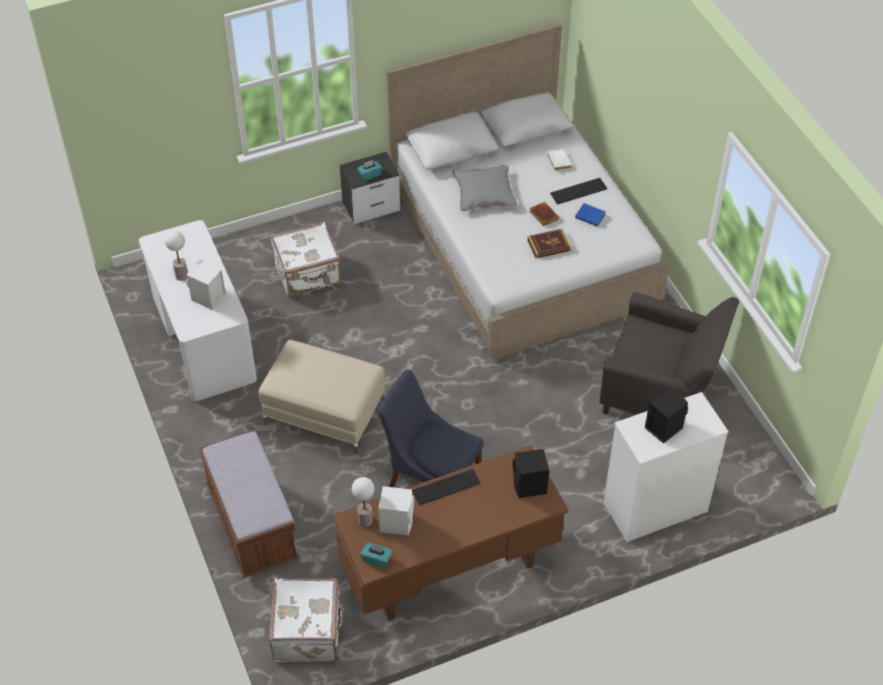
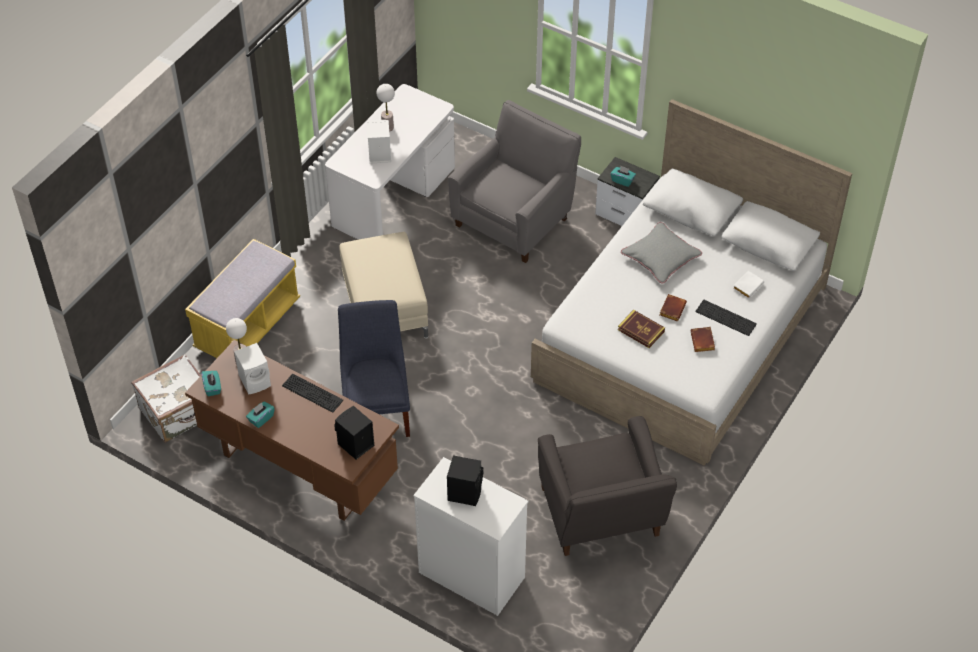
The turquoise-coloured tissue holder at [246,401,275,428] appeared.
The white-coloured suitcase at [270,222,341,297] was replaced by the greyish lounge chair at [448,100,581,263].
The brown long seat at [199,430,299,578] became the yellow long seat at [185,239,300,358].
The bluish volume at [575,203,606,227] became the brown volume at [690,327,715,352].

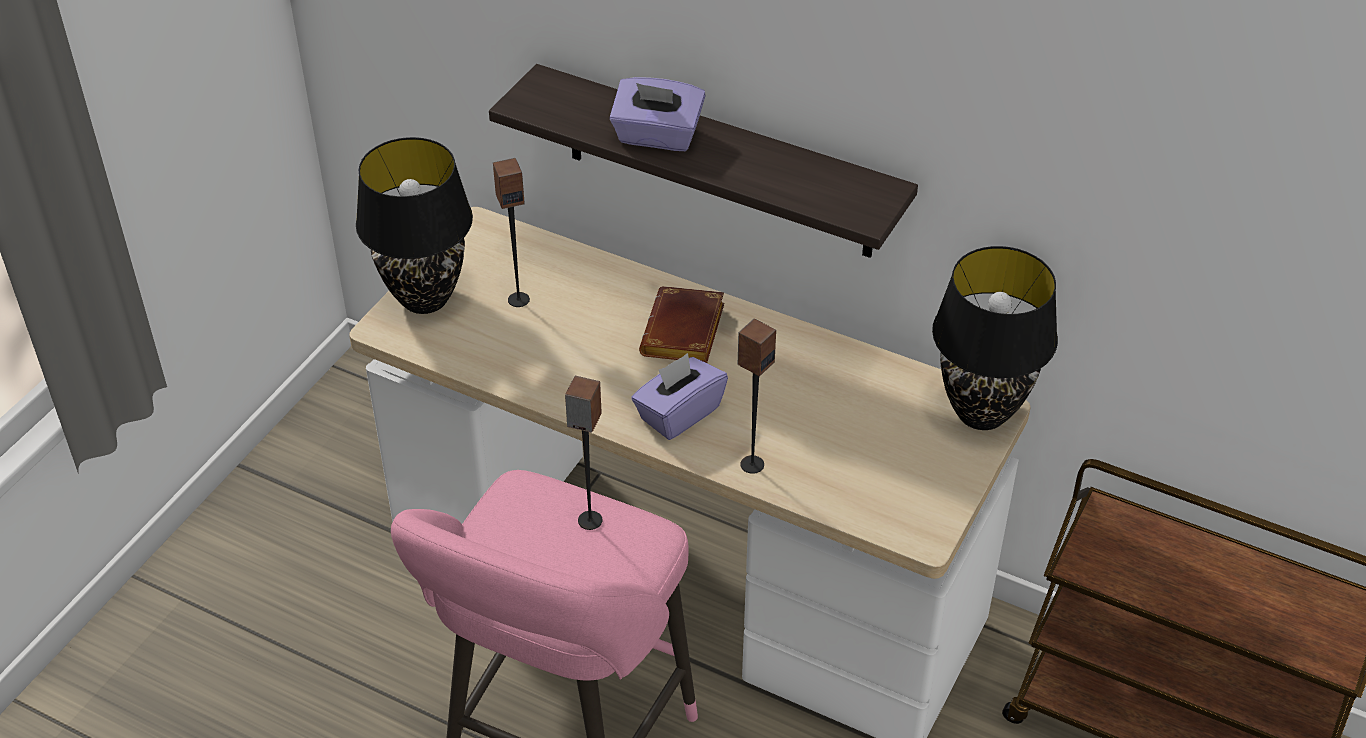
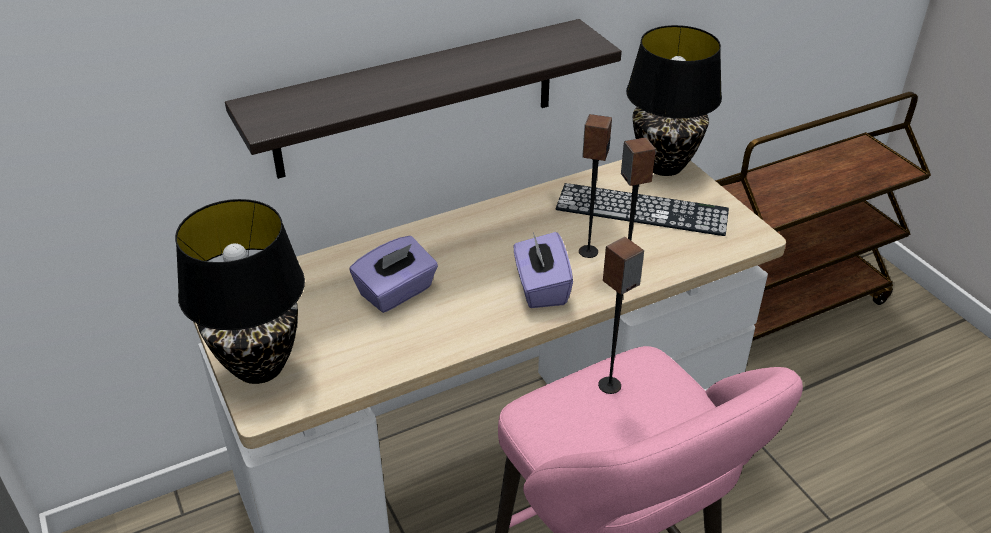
The brown volume at [639,286,724,363] disappeared.
The PC keyboard at [555,183,729,236] appeared.
The audio speaker moved from [493,158,530,307] to [579,114,612,258].
The purple tissue holder moved from [610,77,706,151] to [349,236,438,313].

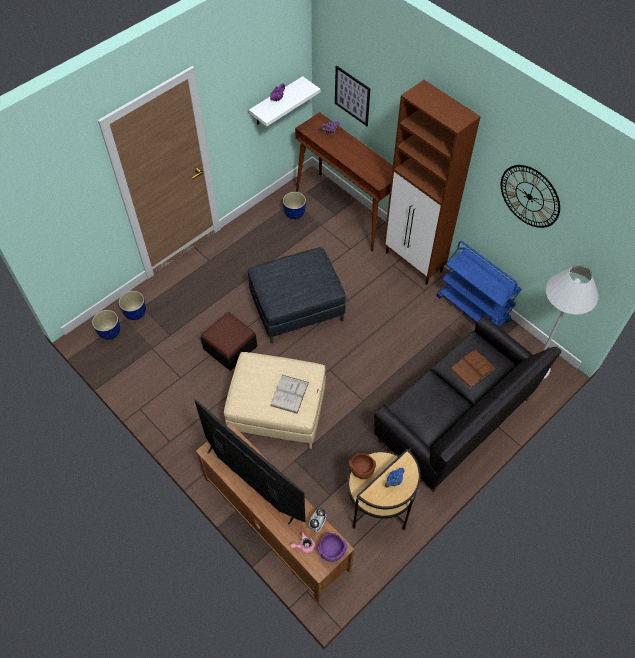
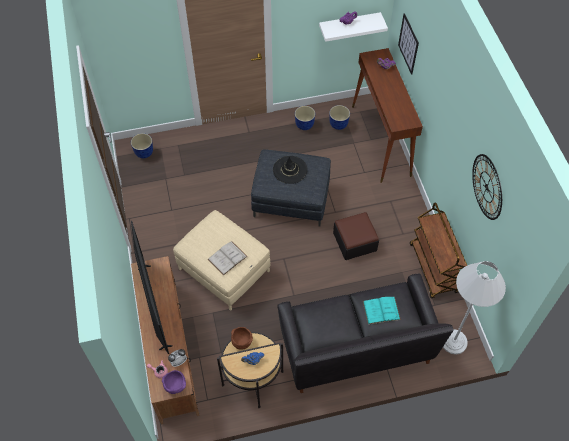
The brown storage cabinet at [384,80,481,285] disappeared.
The black wearable hat at [273,156,308,184] appeared.
The planter moved from [119,291,146,320] to [295,106,315,130].
The pouffe moved from [201,312,257,371] to [333,212,379,260].
The bluish trolley at [437,241,522,327] became the brown trolley at [410,202,467,299].
The brown volume at [450,349,495,388] became the turquoise-coloured volume at [363,297,401,324].

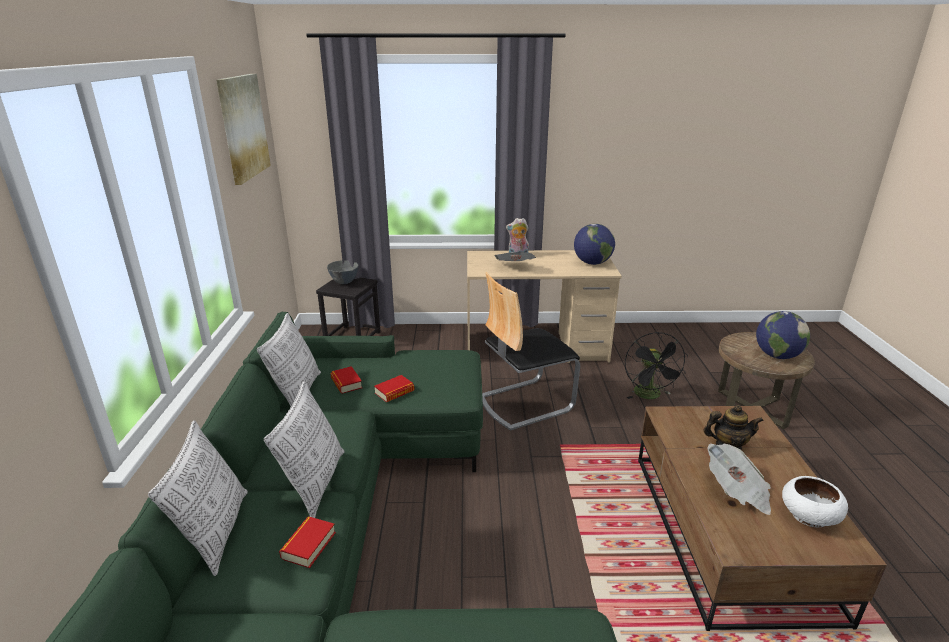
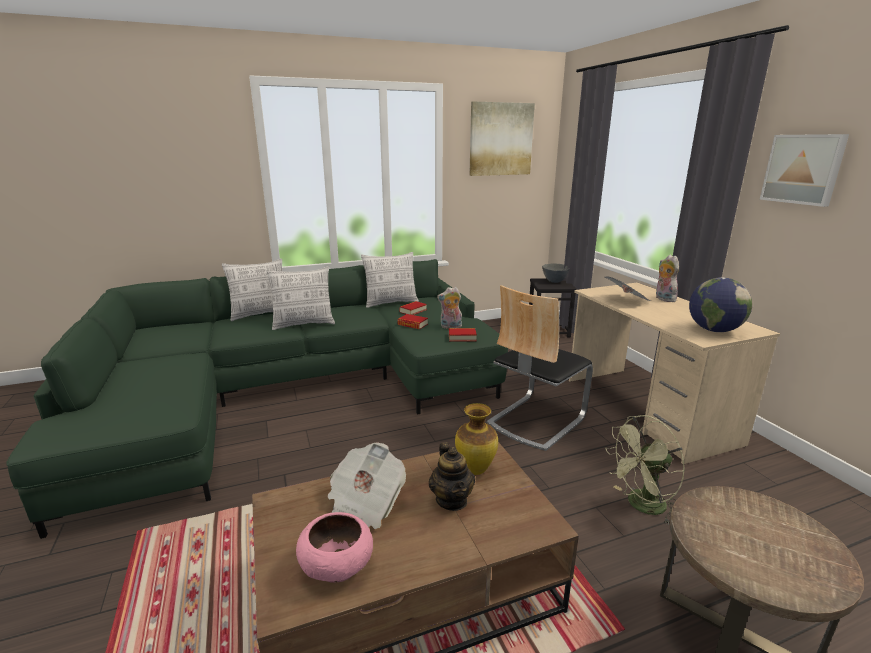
The globe at [756,311,810,359] disappeared.
The cuddly toy at [437,287,462,329] appeared.
The decorative vase at [455,403,498,475] appeared.
The wall art at [760,134,849,207] appeared.
The volume moved from [279,516,336,568] to [449,328,477,342].
The black fan at [625,332,688,399] became the green-coloured fan at [605,415,685,525].
The white-coloured serving bowl at [782,476,848,527] became the pink serving bowl at [296,512,373,583].
The upright chair at [482,272,580,431] turned 90 degrees counterclockwise.

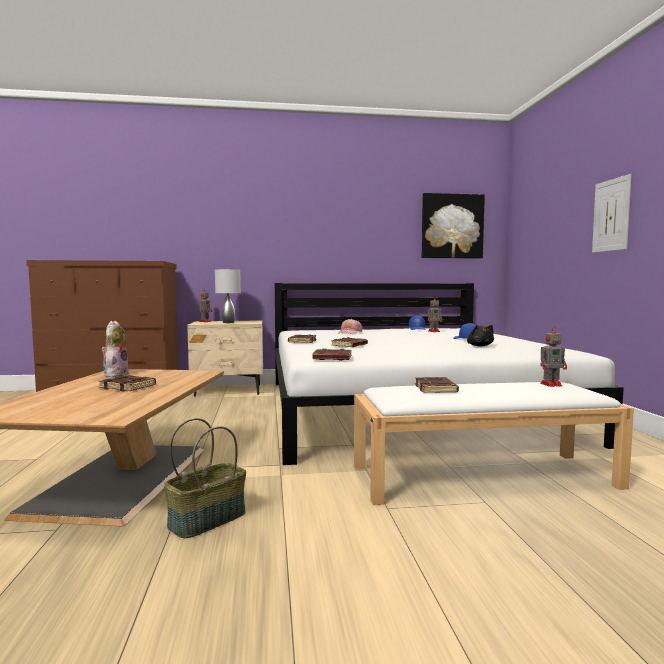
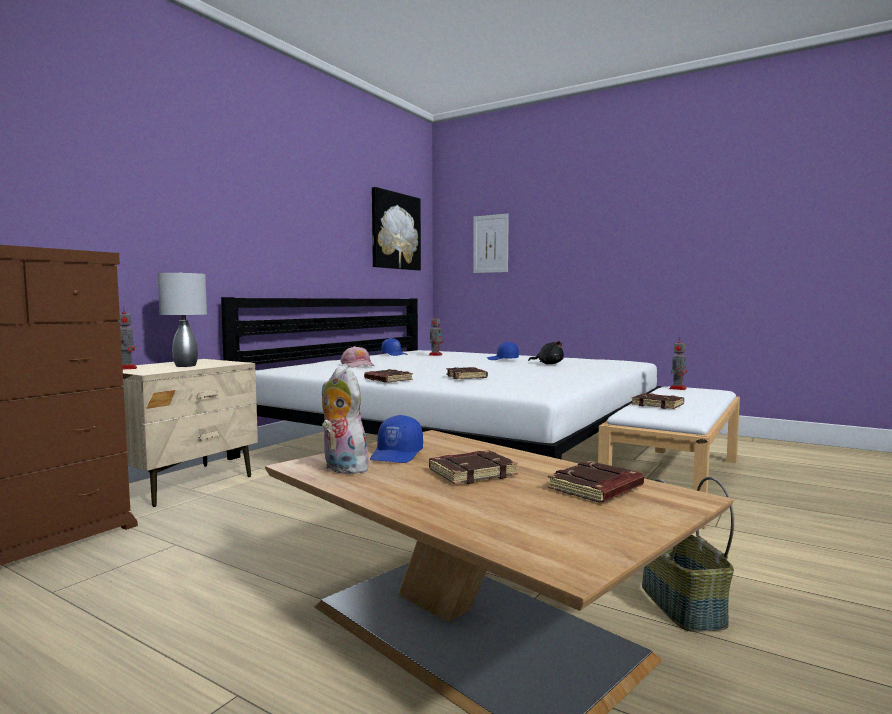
The bluish cap at [370,415,423,463] appeared.
The brown volume moved from [313,348,352,360] to [548,461,644,503].
The wall art moved from [592,174,631,253] to [473,214,509,273].

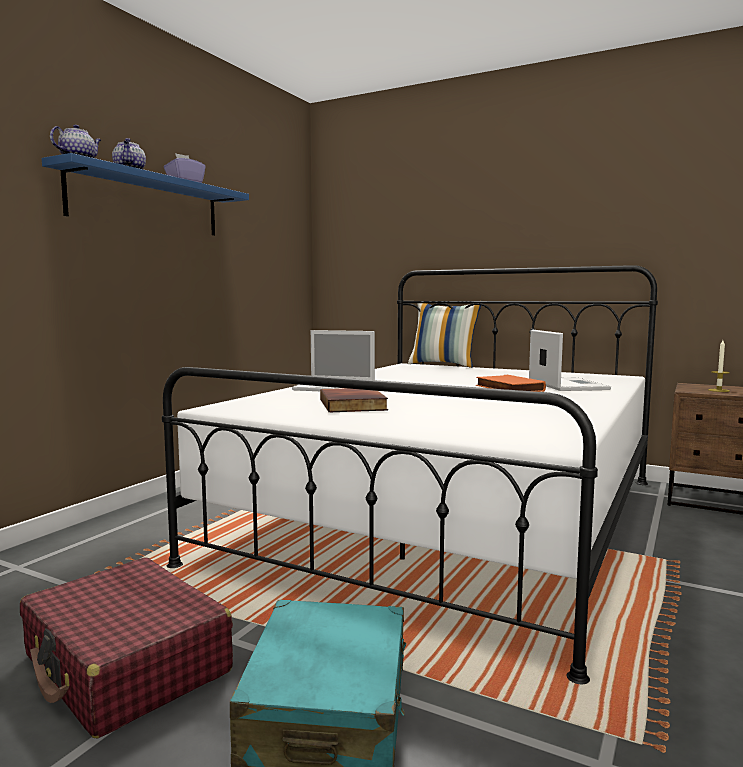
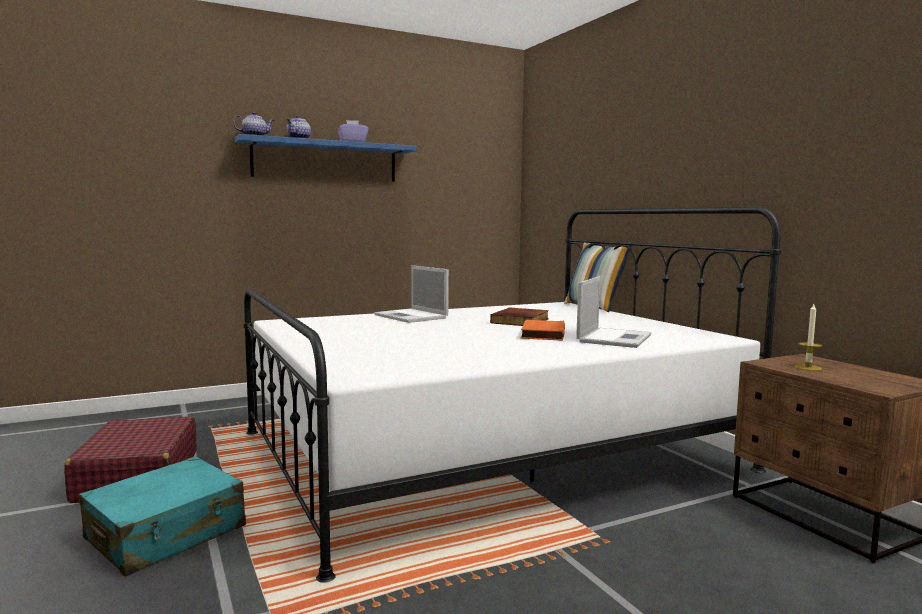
The volume moved from [320,388,388,412] to [490,308,549,326].

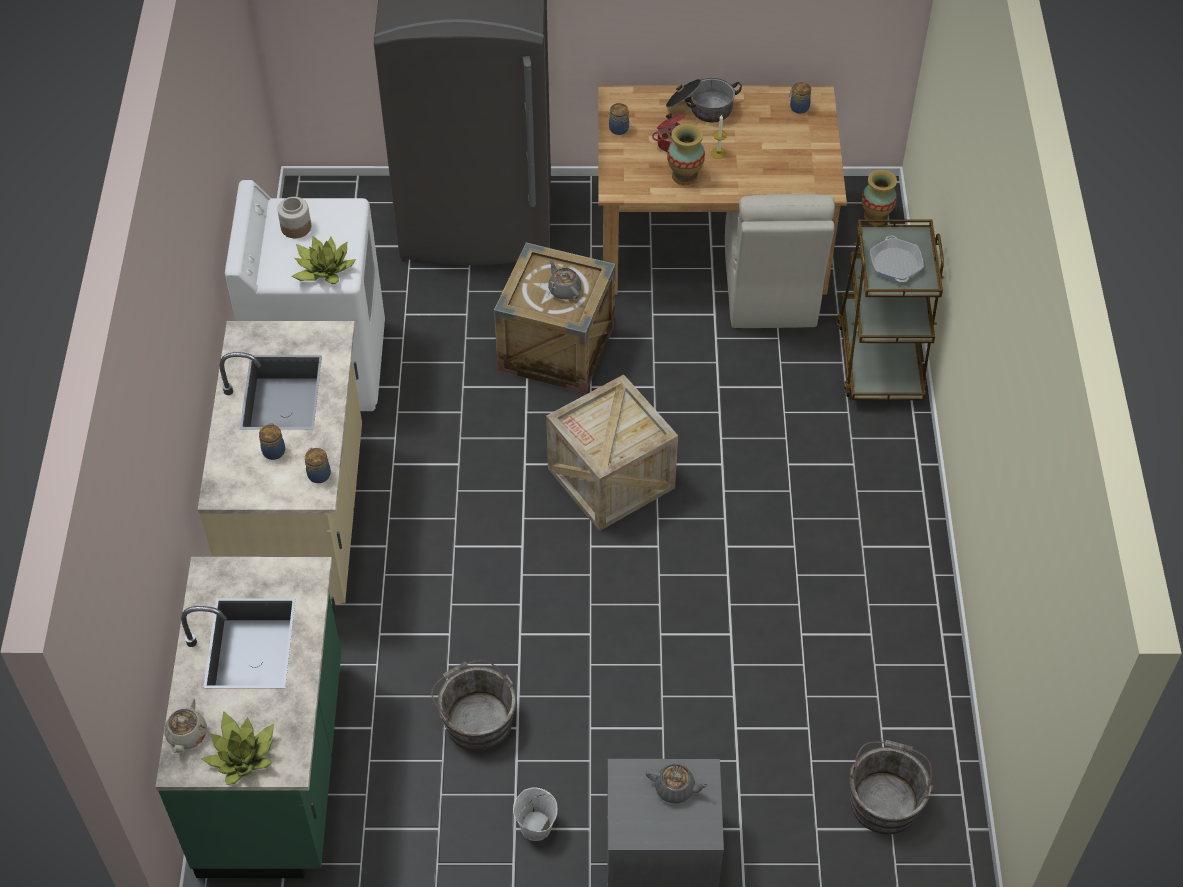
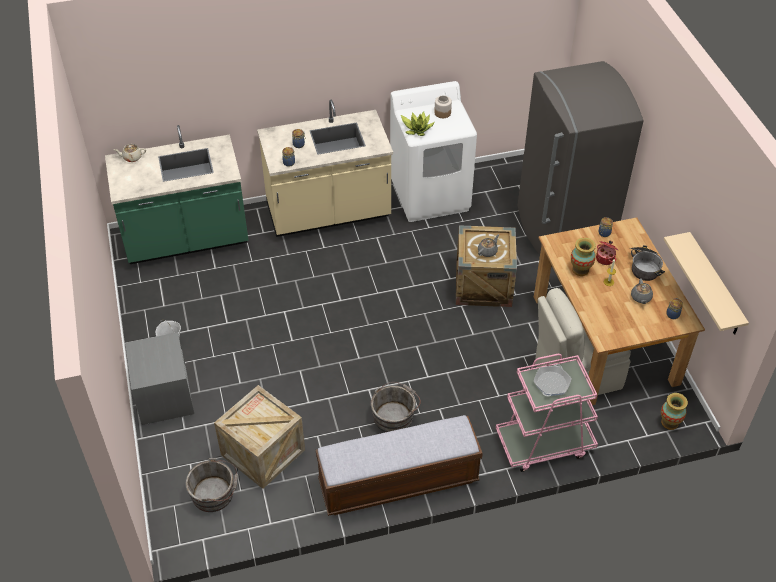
The houseplant at [201,711,274,785] disappeared.
The long seat at [316,415,483,516] appeared.
The beige-coloured wall shelf at [664,232,749,335] appeared.
The greyish bucket moved from [431,660,516,751] to [371,382,421,432].
The shipping crate moved from [546,374,678,531] to [214,385,305,489].
The greyish teapot moved from [646,764,709,804] to [631,278,653,304].
The brown trolley at [837,219,944,400] became the pink trolley at [496,354,598,472].
The frying pan at [870,235,924,282] turned 45 degrees counterclockwise.

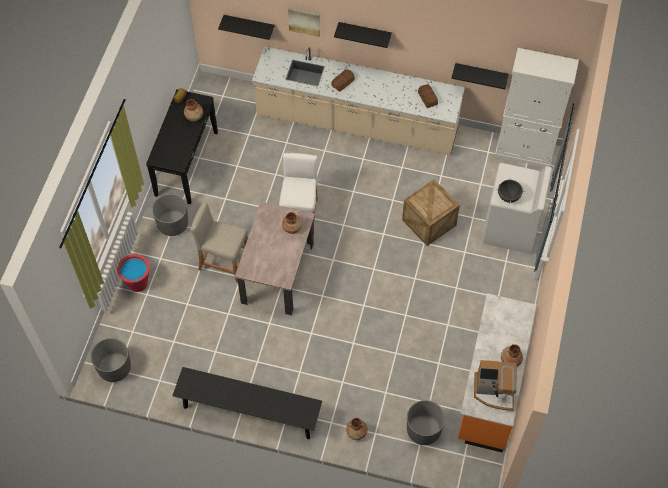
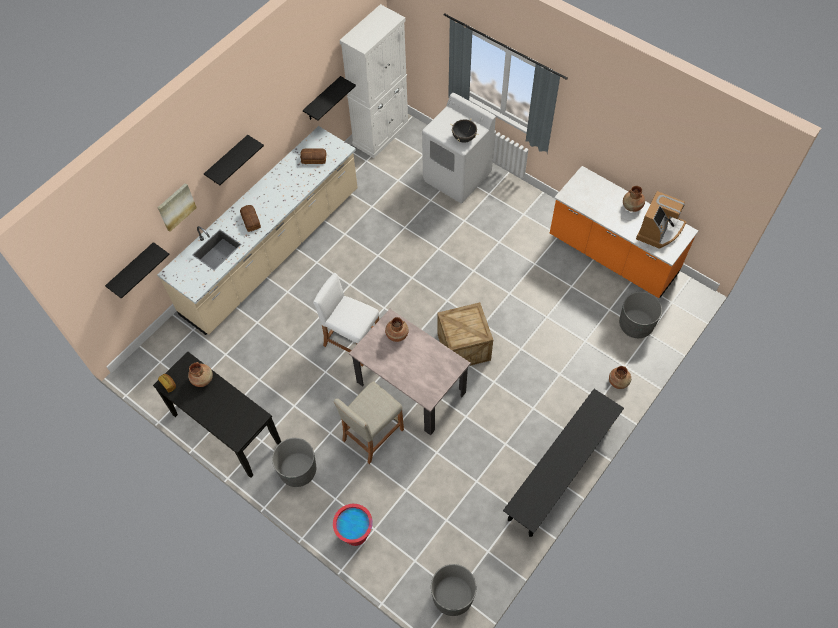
The shipping crate moved from [402,179,460,246] to [437,302,493,366].

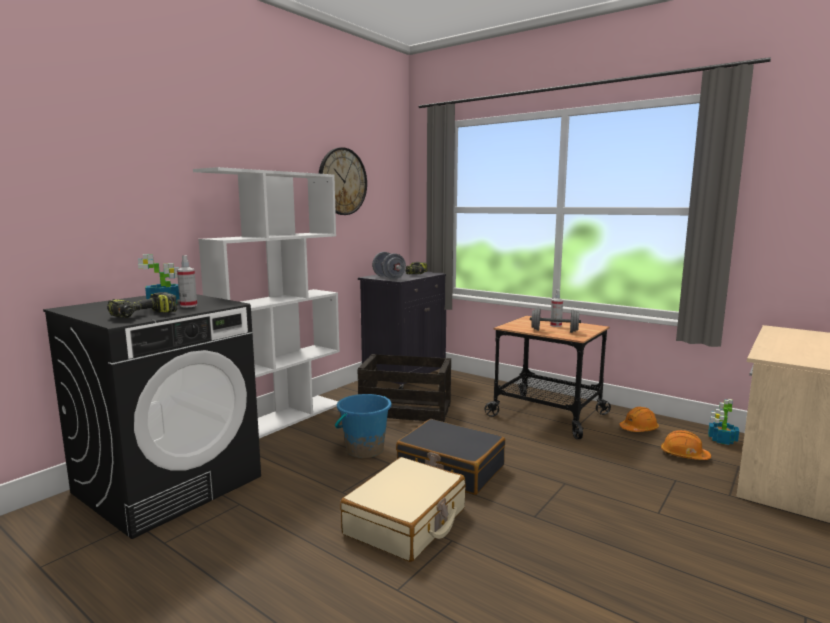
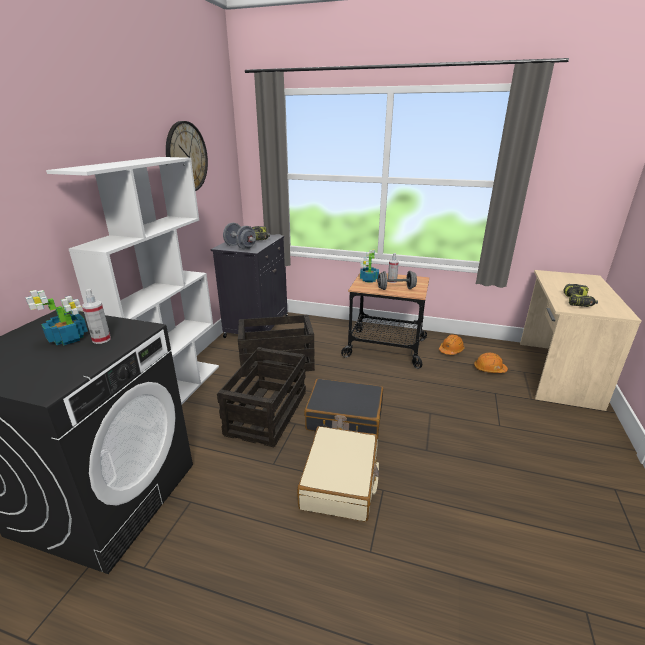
The drill moved from [107,292,177,318] to [564,284,598,307].
The houseplant moved from [708,399,739,445] to [360,249,379,283].
The bluish bucket at [335,394,391,458] was replaced by the shipping crate at [217,347,306,447].

